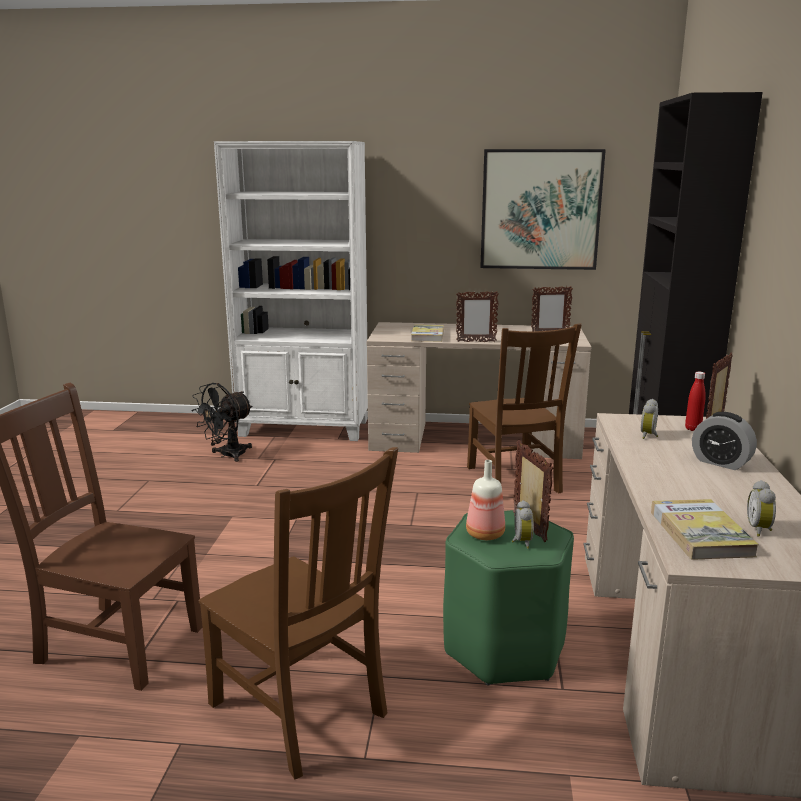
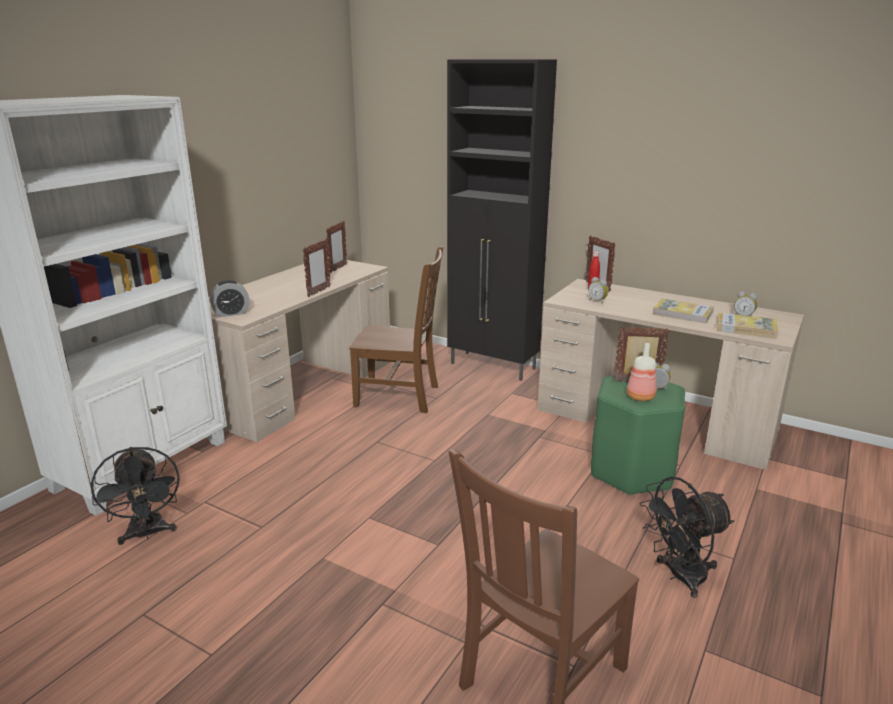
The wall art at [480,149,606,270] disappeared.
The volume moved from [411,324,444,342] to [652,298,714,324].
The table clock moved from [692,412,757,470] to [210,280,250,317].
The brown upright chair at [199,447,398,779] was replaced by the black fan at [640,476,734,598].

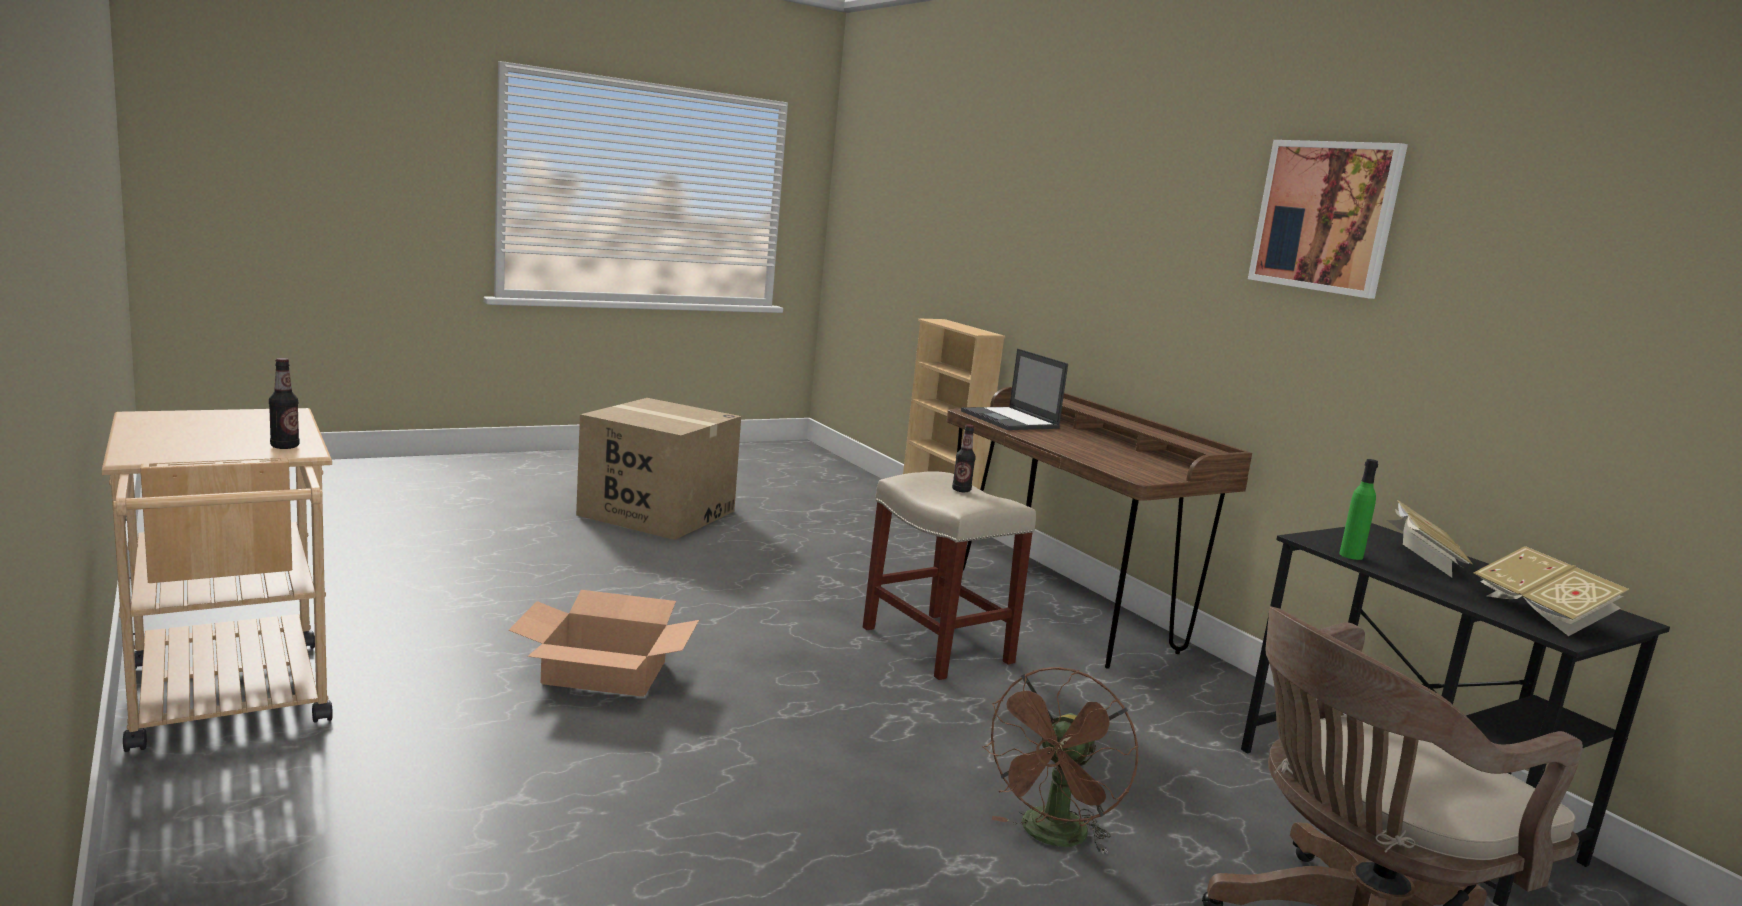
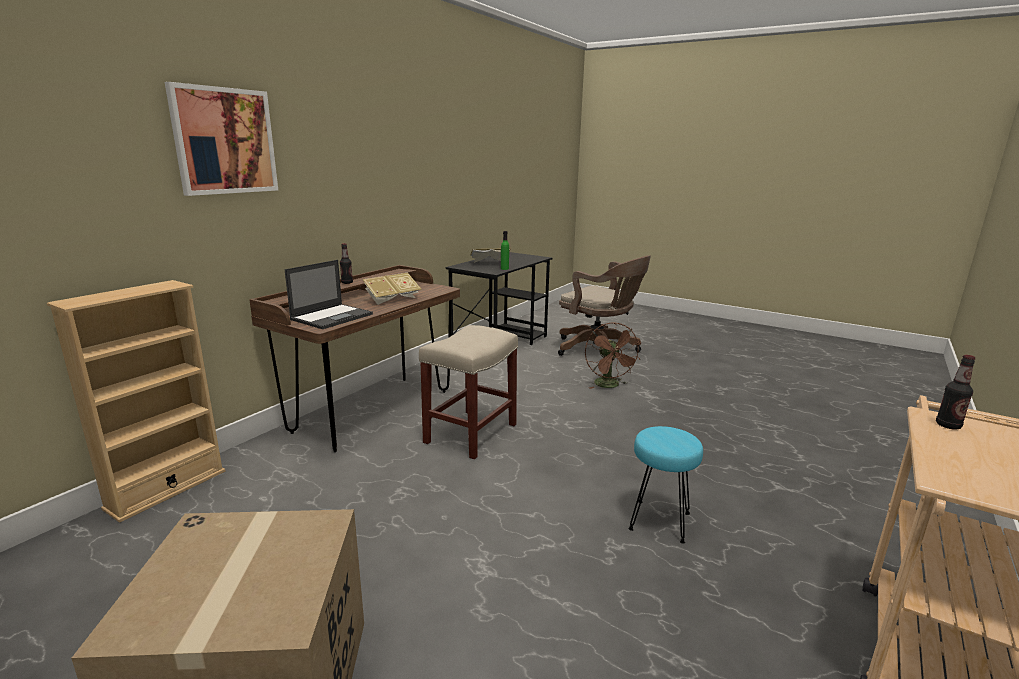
The beverage bottle moved from [952,424,976,492] to [340,243,353,284].
The wall art moved from [1248,140,1408,299] to [165,82,278,196].
The volume moved from [1473,546,1629,636] to [362,273,422,305].
The cardboard box at [509,590,699,697] was replaced by the turquoise-coloured stool at [628,426,703,543].
The brown fan at [982,667,1139,854] turned 75 degrees clockwise.

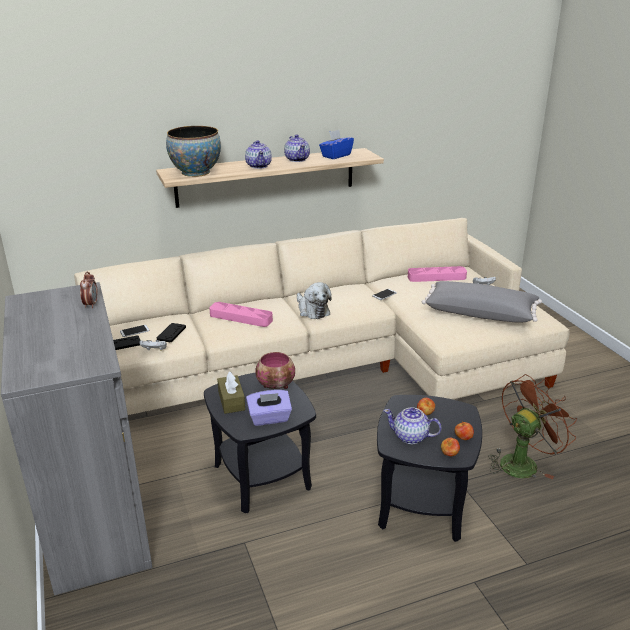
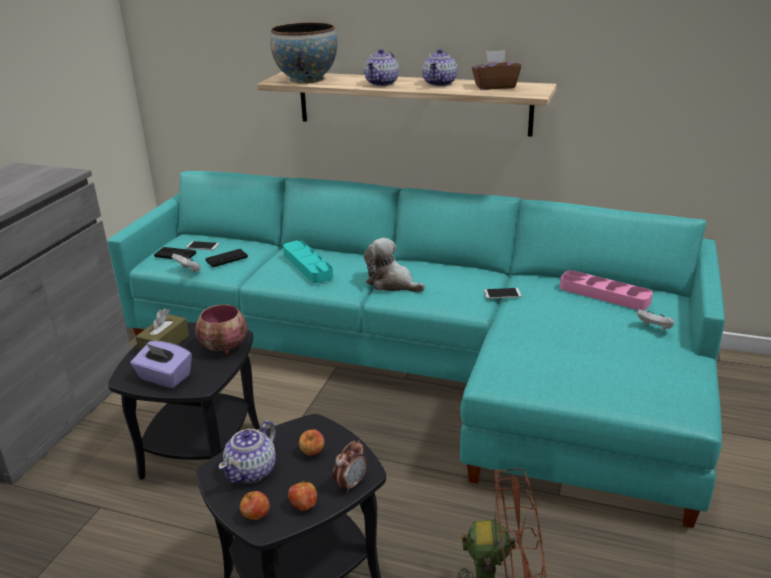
The greyish cushion at [422,281,542,323] disappeared.
The table clock moved from [80,271,98,308] to [333,441,367,493].
The beige-coloured couch at [74,218,570,415] became the turquoise-coloured couch at [107,171,725,528].
The pink serving tray at [209,302,273,327] became the turquoise-coloured serving tray at [283,240,333,283].
The bluish tissue holder at [319,130,354,159] became the brown tissue holder at [472,50,521,90].
The cuddly toy at [297,282,332,319] turned 120 degrees clockwise.
The teapot at [384,407,442,444] turned 120 degrees counterclockwise.

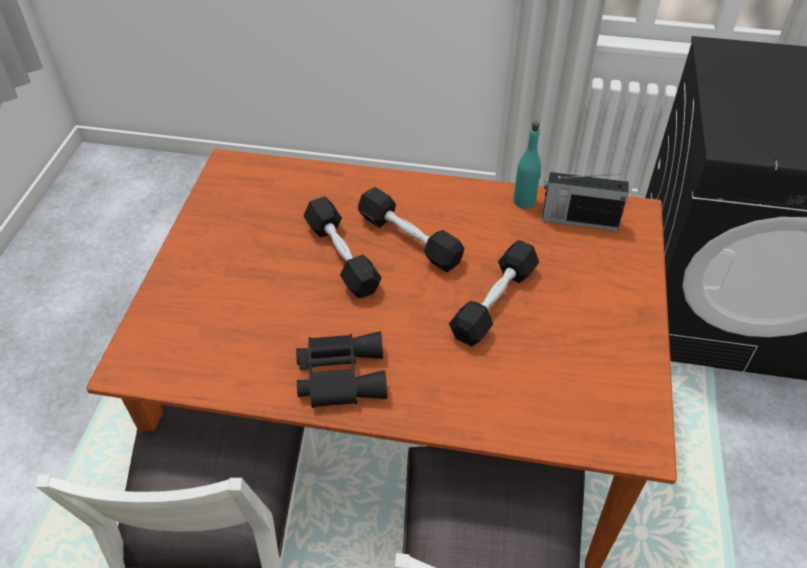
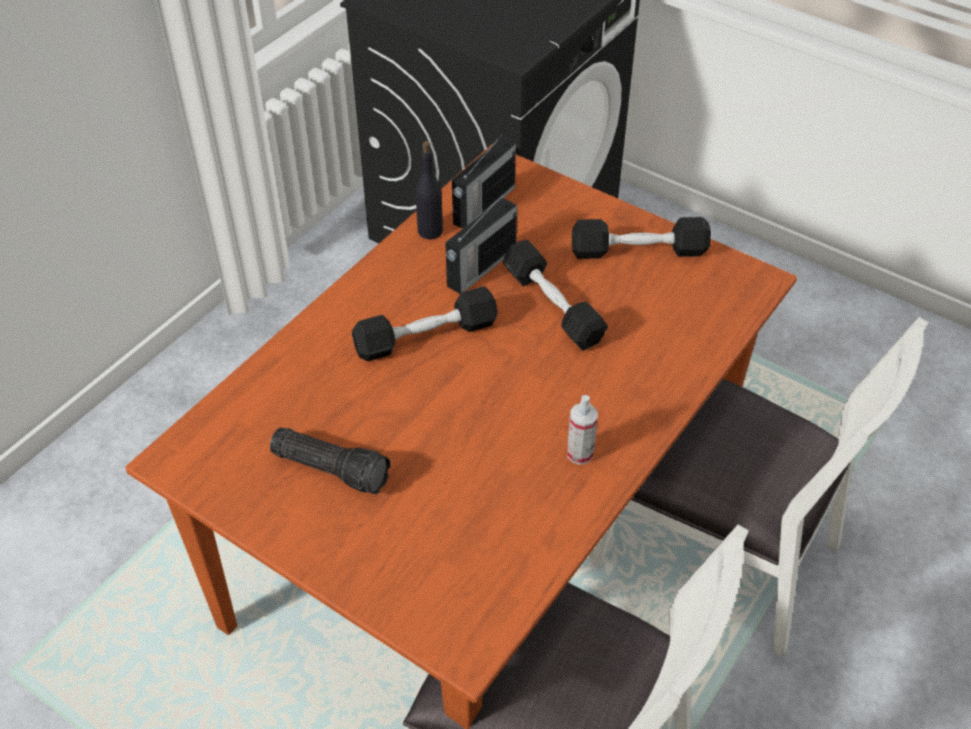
The torch at [270,428,391,495] appeared.
The radio receiver at [445,194,517,294] appeared.
The black dumbbell moved from [304,196,381,298] to [572,217,711,259].
The black pair of binoculars at [296,332,387,408] was replaced by the hand sprayer at [567,395,598,465].
The turquoise-coloured beverage bottle at [513,121,541,208] became the black beverage bottle at [416,141,443,239].

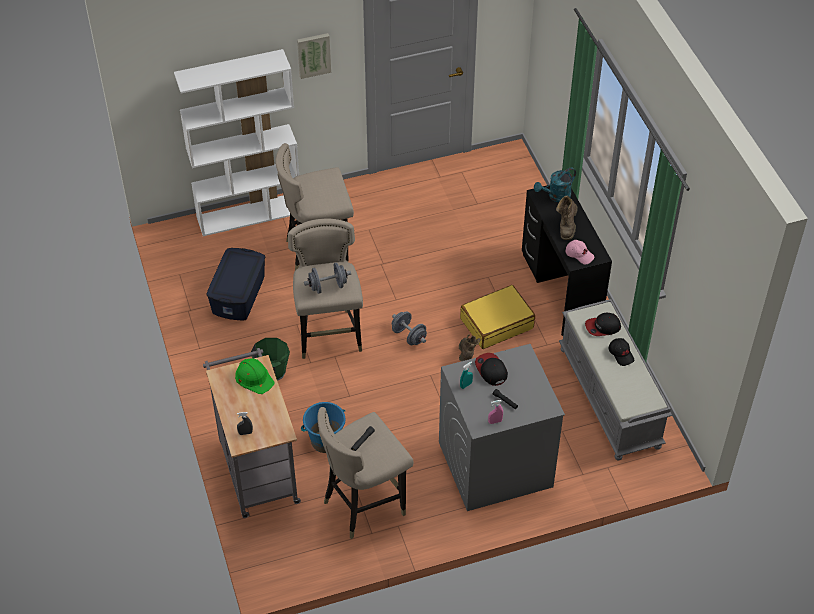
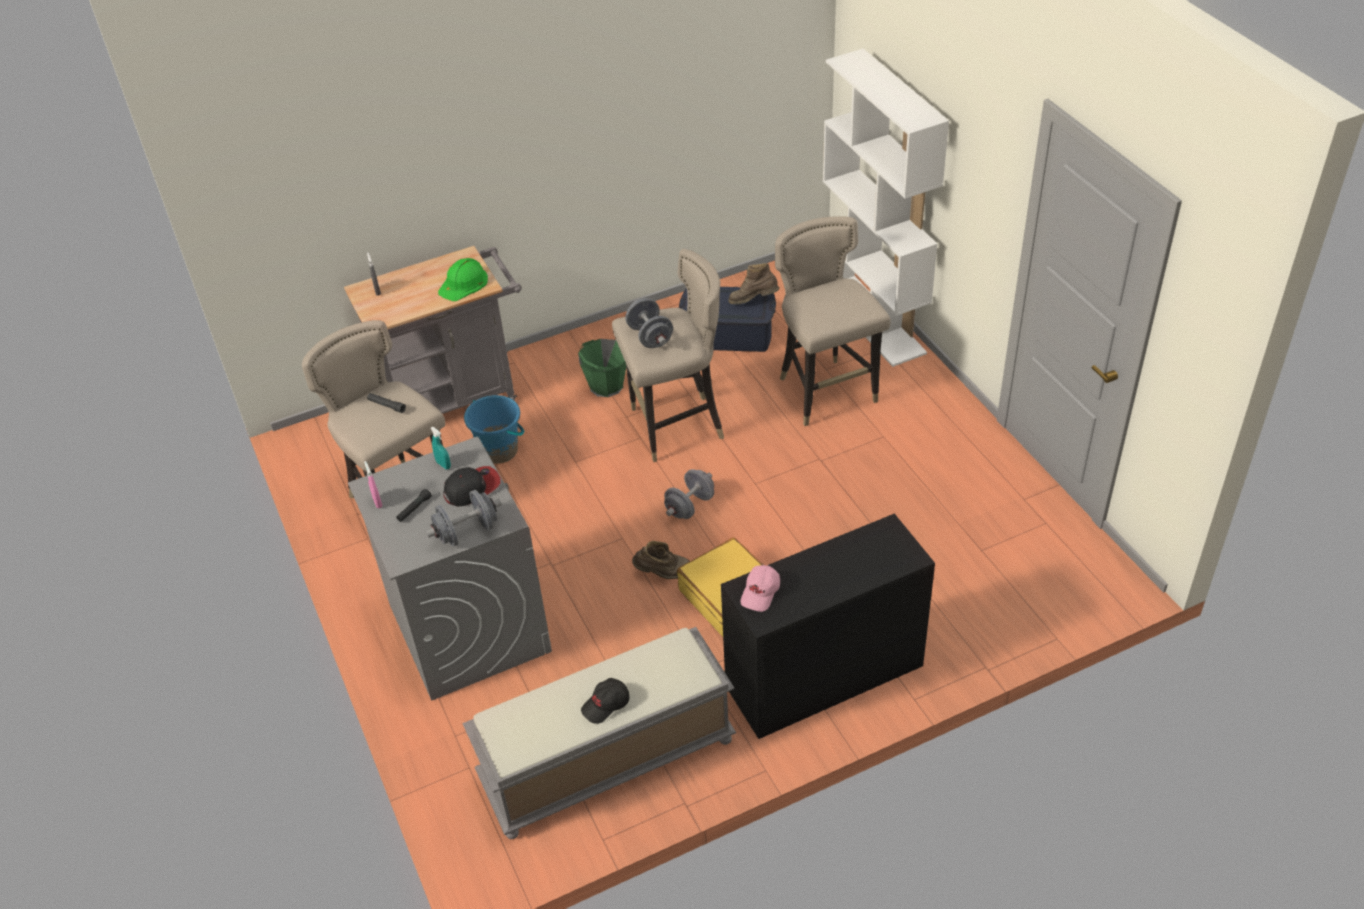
The wall art at [297,33,331,79] disappeared.
The turquoise-coloured watering pot at [534,168,576,202] disappeared.
The cap at [585,313,621,336] disappeared.
The greyish dumbbell at [426,490,502,547] appeared.
The brown boot moved from [556,195,578,240] to [728,263,779,304].

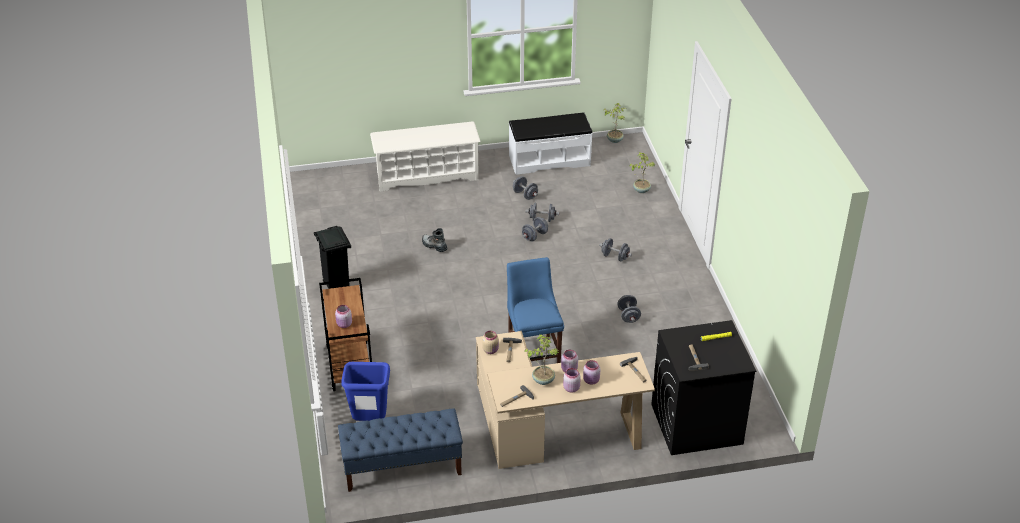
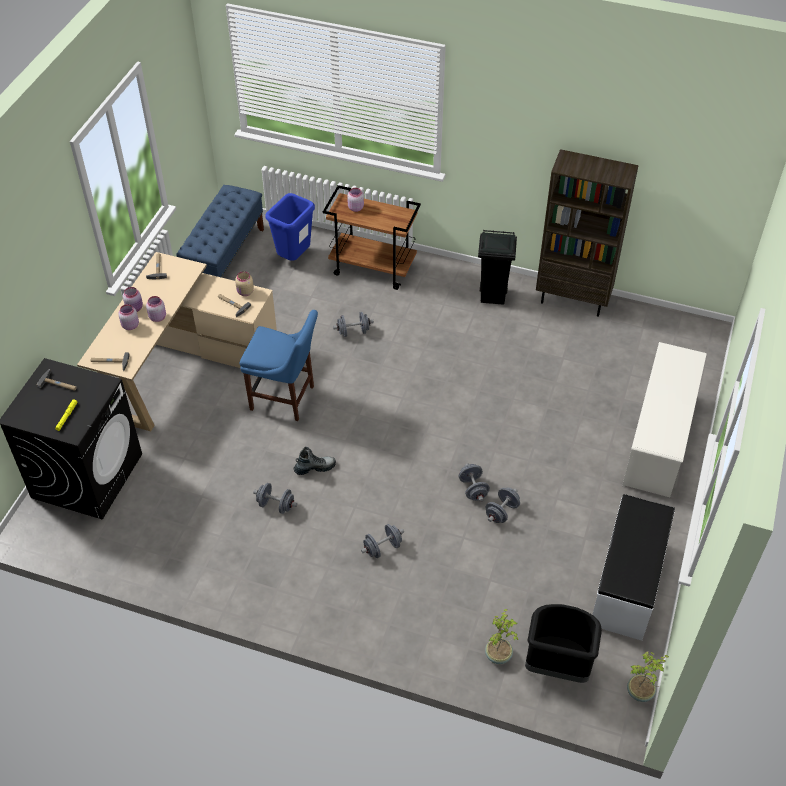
The houseplant at [524,334,559,385] disappeared.
The black waste bin at [525,604,602,683] appeared.
The brown shelving unit at [536,149,639,317] appeared.
The boot moved from [422,228,448,252] to [294,447,336,475].
The greyish dumbbell moved from [513,176,538,200] to [333,312,374,337].

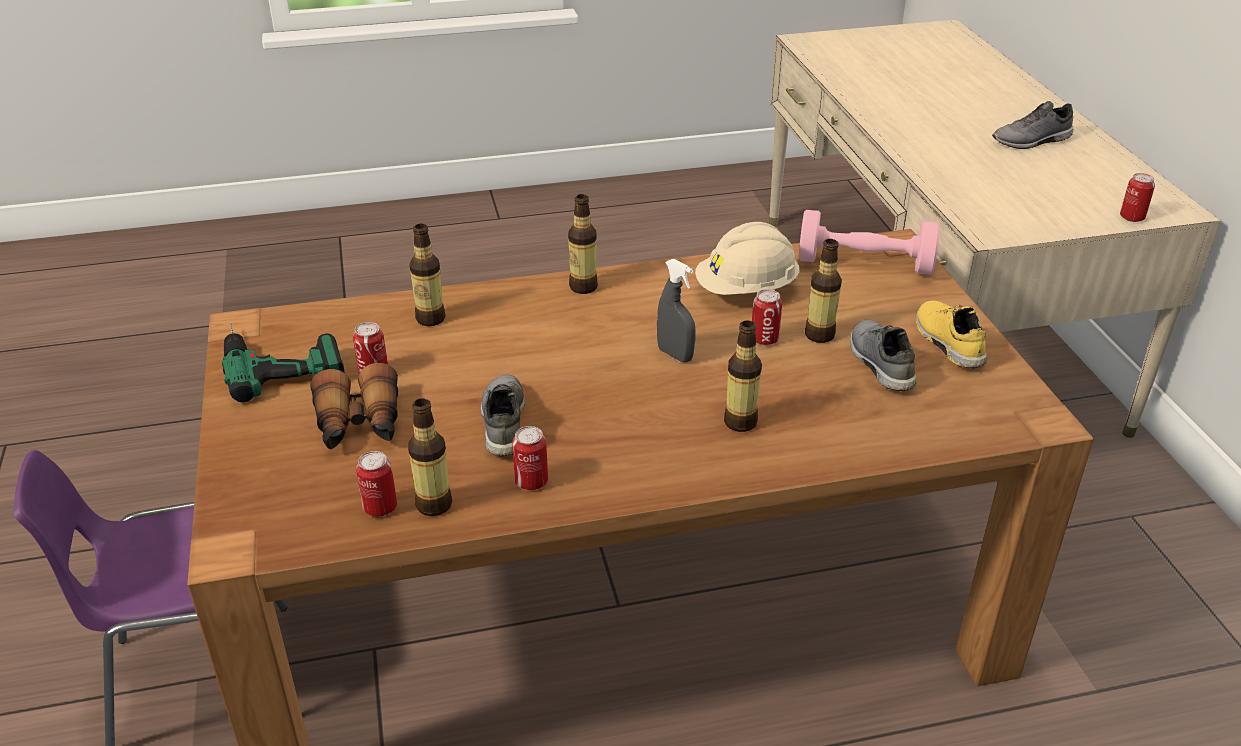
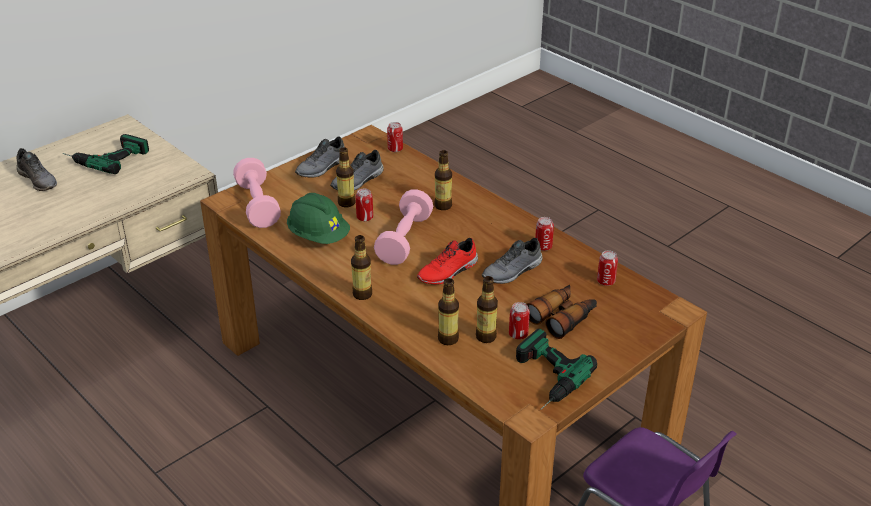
The drill at [63,134,149,174] appeared.
The red-coloured low shoe at [417,238,478,285] appeared.
The beverage bottle moved from [408,399,452,516] to [476,276,498,343].
The can moved from [1120,173,1155,222] to [387,122,403,152].
The greyish hand sprayer at [657,259,696,363] was replaced by the pink dumbbell at [374,189,433,265].
The beige-coloured hard hat at [695,222,800,295] became the green-coloured hard hat at [287,193,350,244].
The yellow low shoe at [916,300,987,368] became the greyish low shoe at [295,137,345,178].

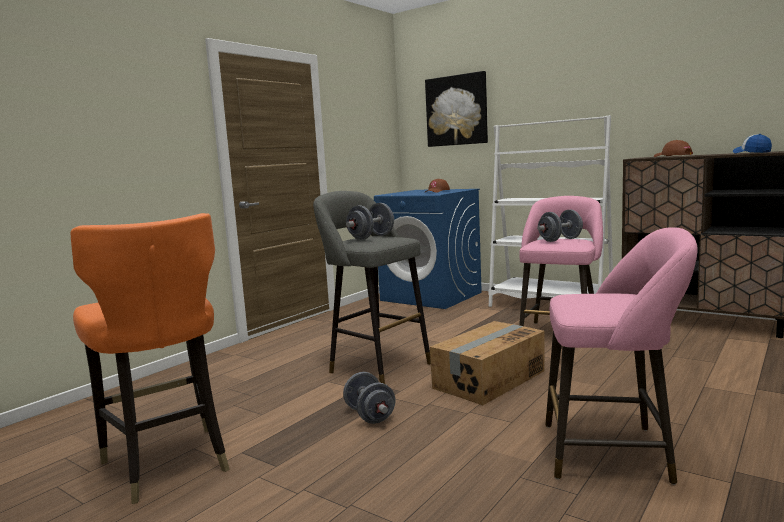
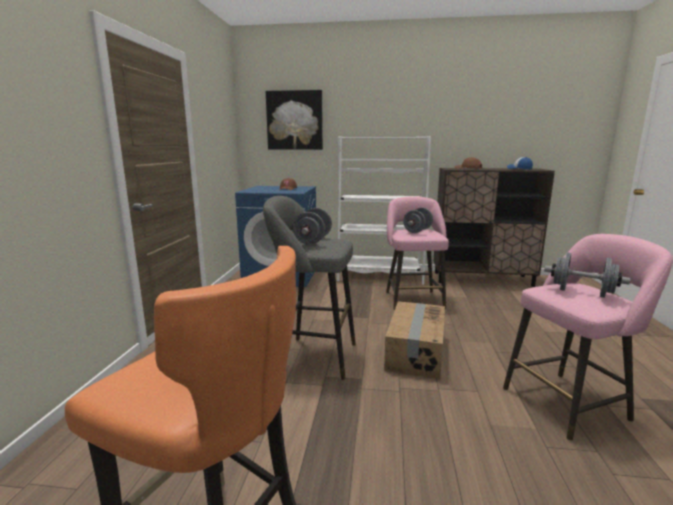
The greyish dumbbell moved from [343,372,395,424] to [544,253,630,298].

